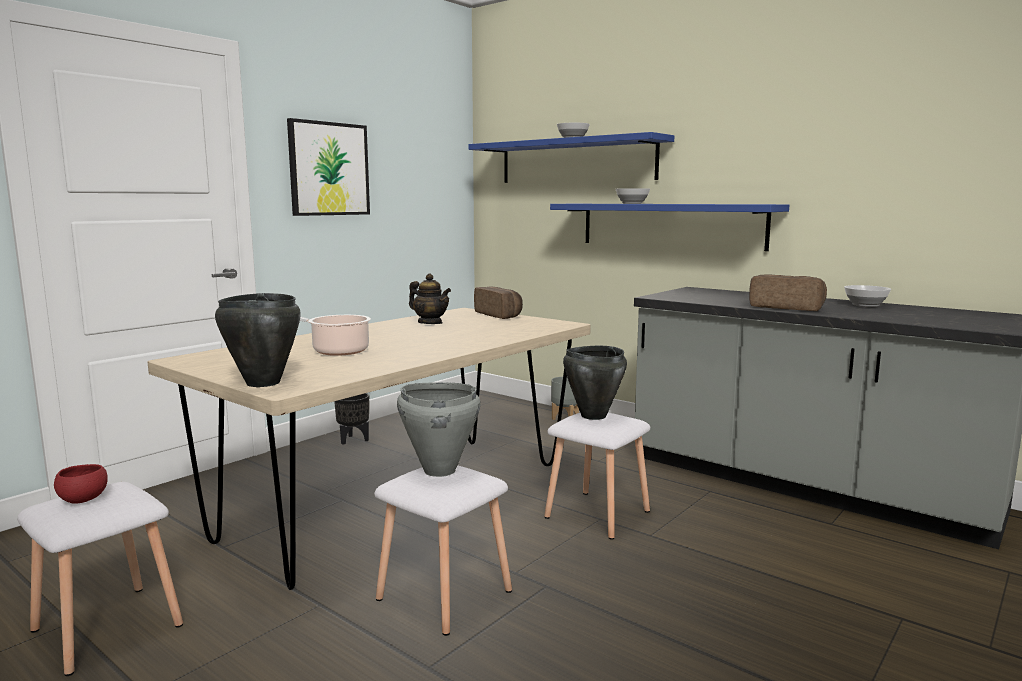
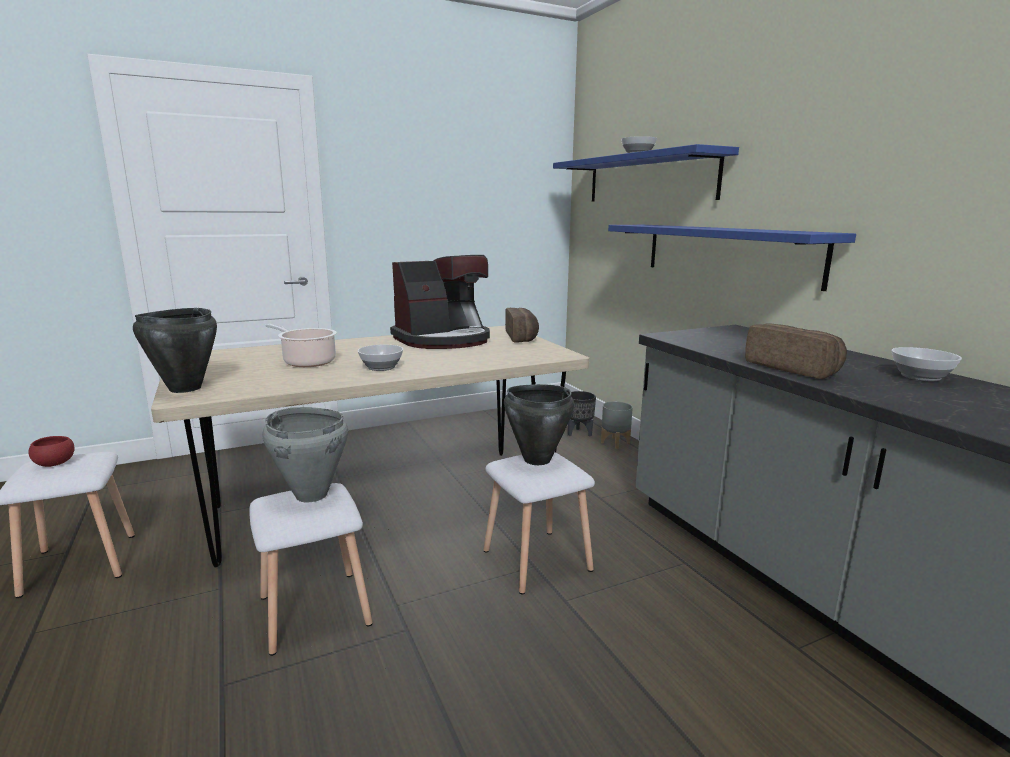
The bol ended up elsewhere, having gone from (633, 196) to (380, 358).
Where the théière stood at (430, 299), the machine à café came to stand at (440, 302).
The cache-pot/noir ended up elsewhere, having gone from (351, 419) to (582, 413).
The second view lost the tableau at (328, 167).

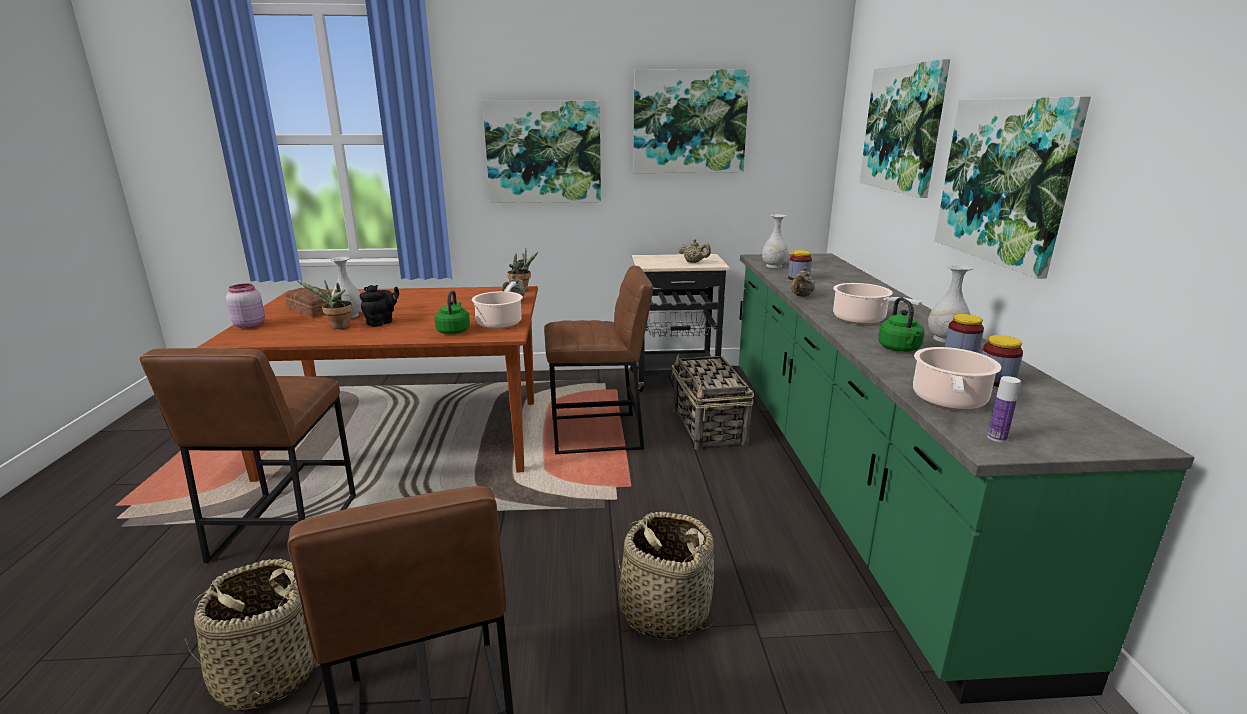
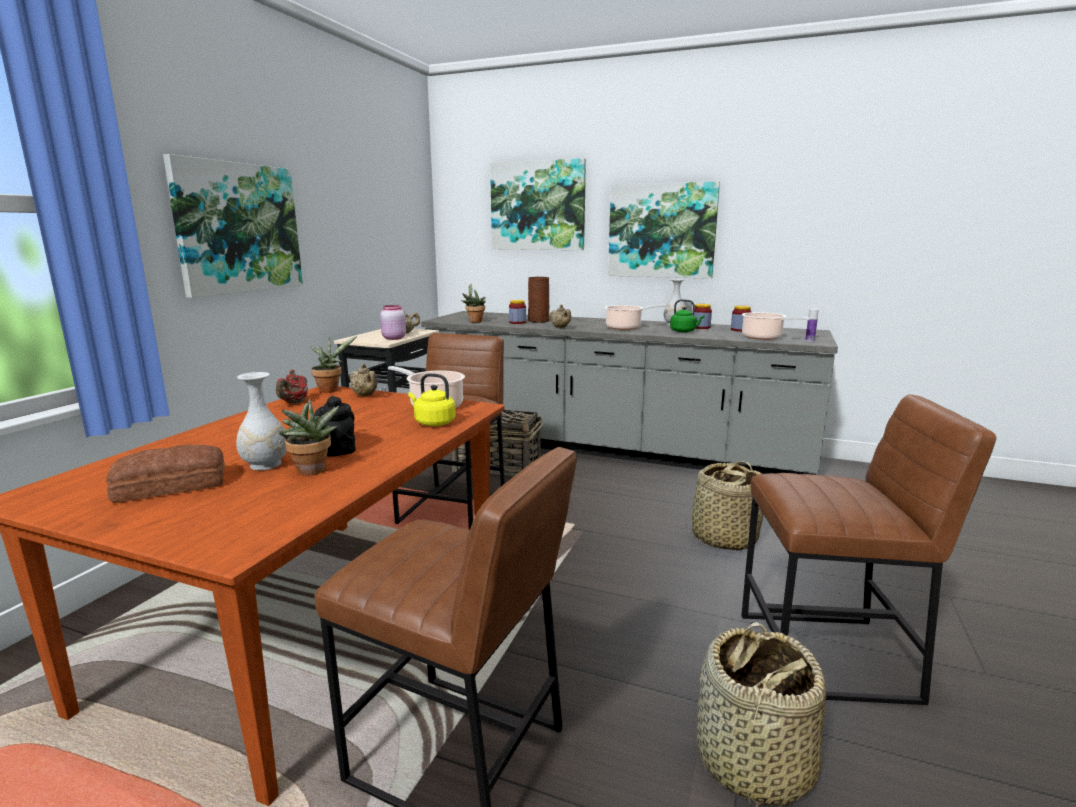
The second view gained the théière/rouge at (292, 386).
The bocal/rose ended up elsewhere, having gone from (245, 306) to (393, 322).
What was the bouilloire/vert at (452, 312) turned into the bouilloire/jaune at (432, 399).
What was the comptoir de cuisine/vert at (966, 478) turned into the comptoir de cuisine/gris at (629, 393).
Where the vase/blanc stood at (775, 241), the plante en pot came to stand at (473, 303).
The second view gained the vase/marron at (538, 300).
The second view lost the tableau at (691, 121).

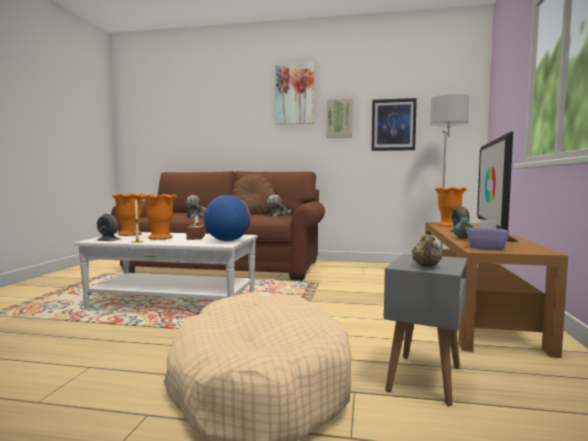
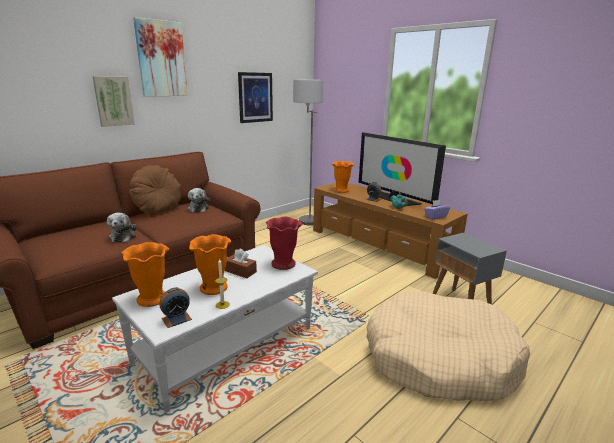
The tableau ended up elsewhere, having gone from (339, 118) to (113, 101).
Where the globe stood at (227, 218), the vase/rouge came to stand at (284, 243).
The second view lost the théière/beige at (427, 248).

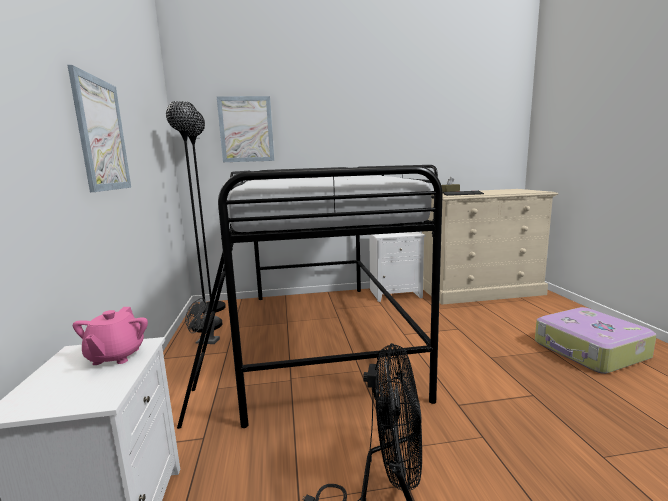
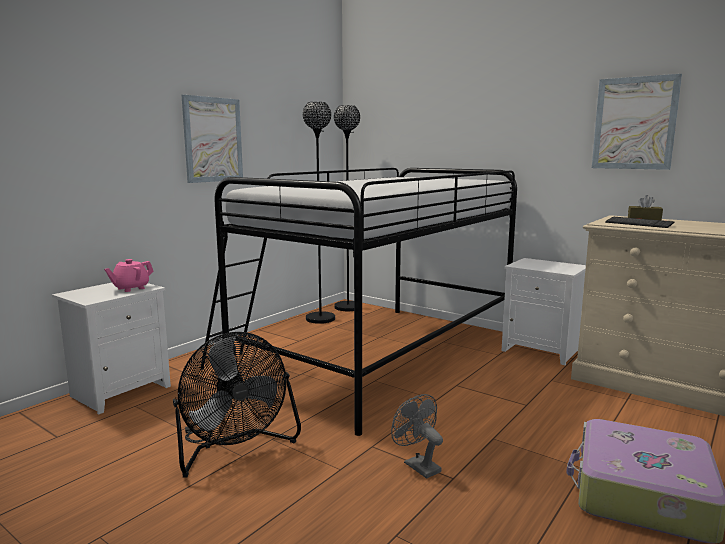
The ventilateur/gris ended up elsewhere, having gone from (202, 321) to (417, 436).
The tableau ended up elsewhere, having gone from (245, 129) to (637, 122).

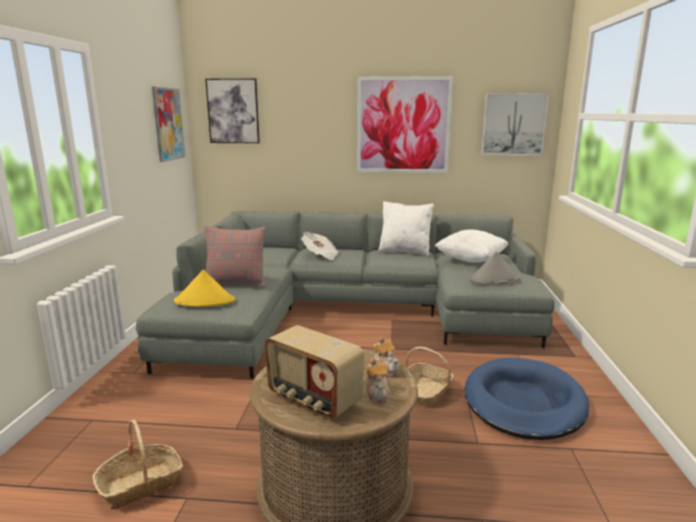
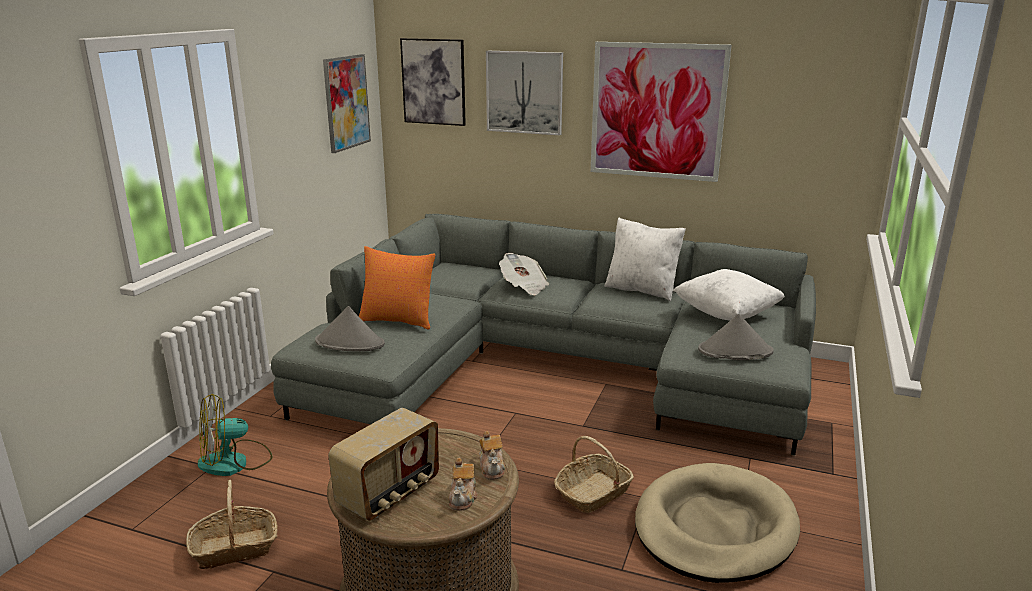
The second view gained the ventilateur at (235, 435).
What was the chapeau/jaune at (204, 288) turned into the chapeau/gris at (350, 328).
The radio at (314, 372) ended up facing another way, 105 degrees counterclockwise from before.
What was the coussin/gris at (235, 256) turned into the coussin/orange at (397, 288).
The tableau ended up elsewhere, having gone from (515, 124) to (524, 93).
What was the panier pour chien/bleu at (527, 399) turned into the panier pour chien/beige at (717, 523).

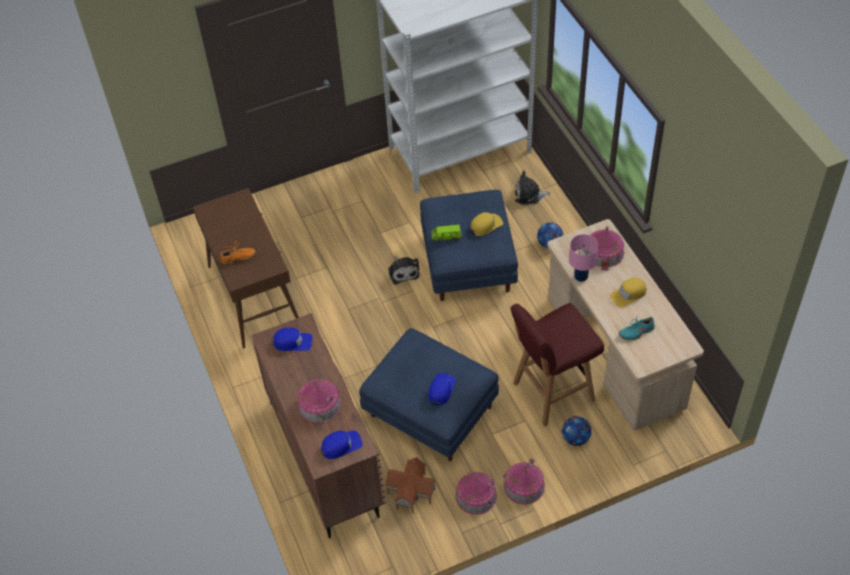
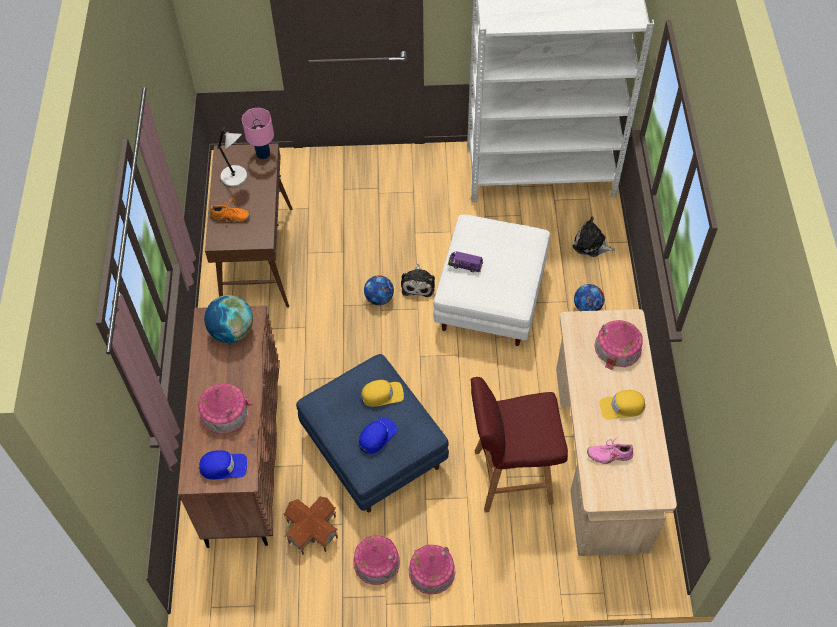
Where the casquette/bleu stood at (292, 339), the globe came to stand at (228, 319).
The second view gained the lampe de table/gris at (232, 157).
The lampe de table/rose ended up elsewhere, having gone from (583, 258) to (258, 133).
The casquette/jaune ended up elsewhere, having gone from (486, 224) to (382, 393).
The ballon de foot ended up elsewhere, having gone from (577, 431) to (379, 290).
What was the pouf/bleu at (469, 245) turned into the pouf/blanc at (491, 280).
What was the petite voiture/vert at (446, 233) turned into the petite voiture/violet at (465, 261).
What was the chaussure/turquoise at (637, 328) turned into the chaussure/rose at (610, 450).

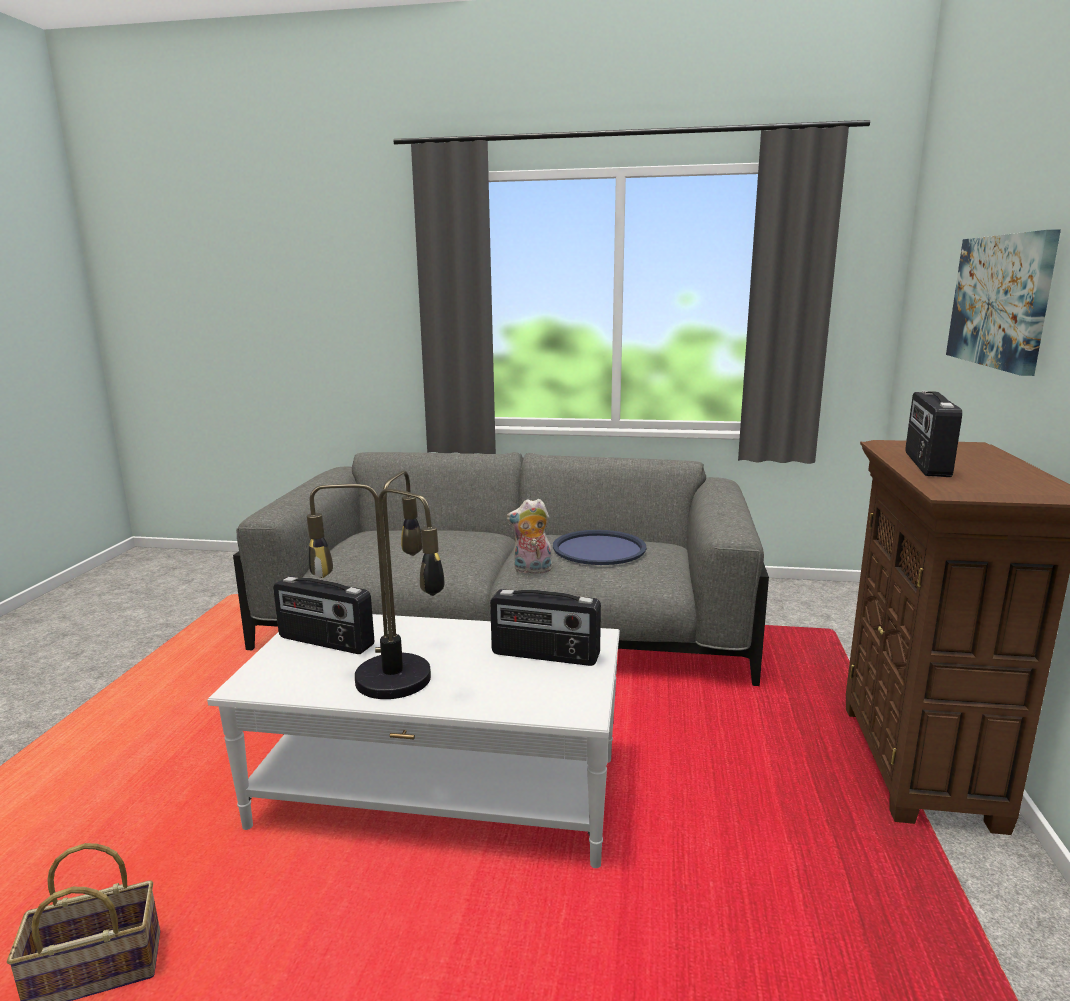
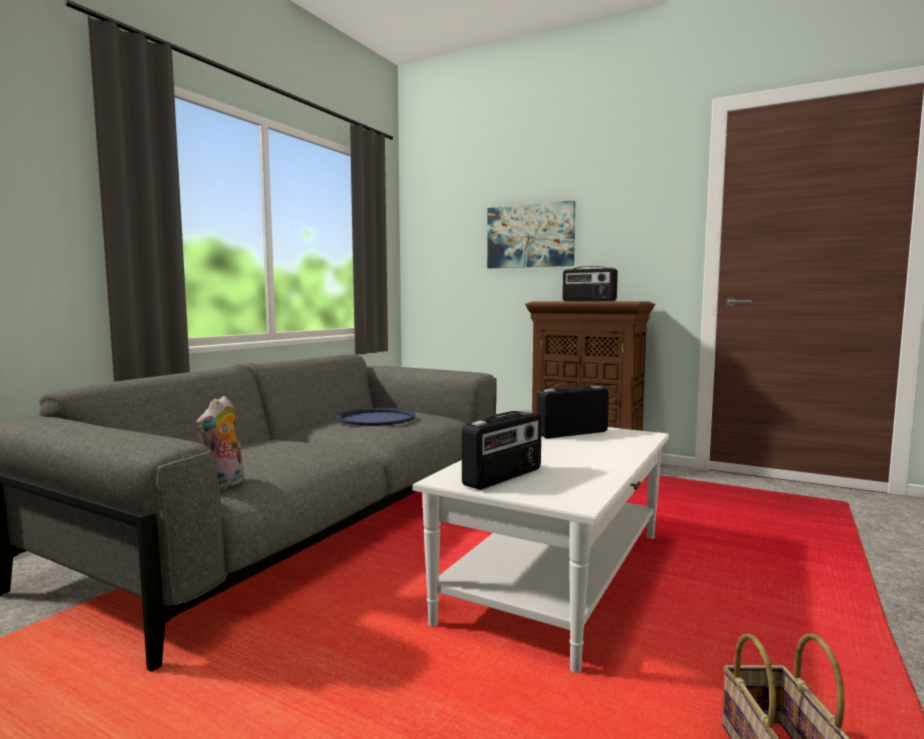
The peluche ended up elsewhere, having gone from (529, 536) to (219, 443).
The radio at (545, 627) ended up facing another way, 150 degrees counterclockwise from before.
The second view lost the lampe de table at (375, 584).

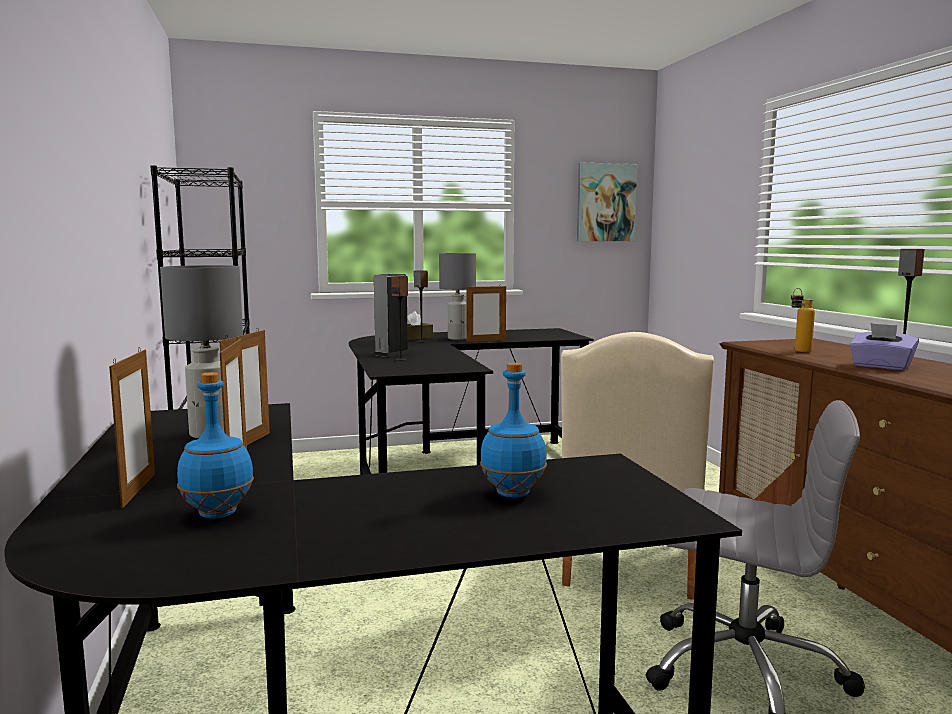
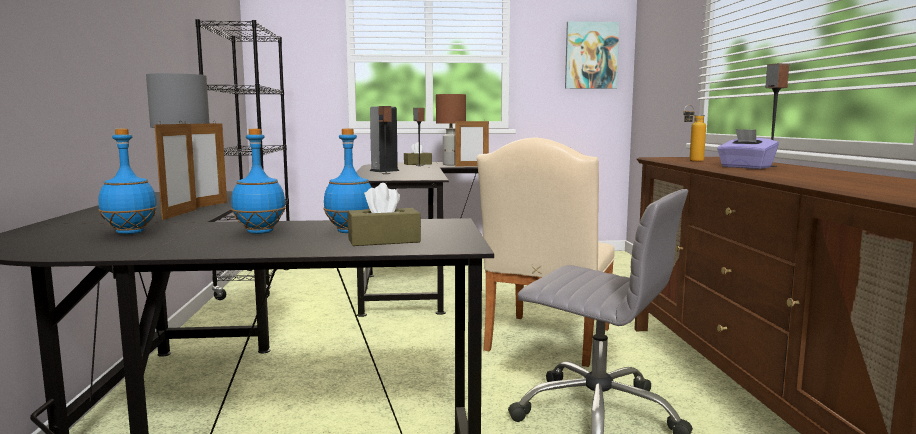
The second view gained the bouteille/bleu at (258, 181).
The second view gained the boîte à mouchoirs/marron at (384, 214).
What was the lampe de table/gris at (457, 296) turned into the lampe de table/marron at (451, 129).
The second view lost the cadre photo at (132, 427).

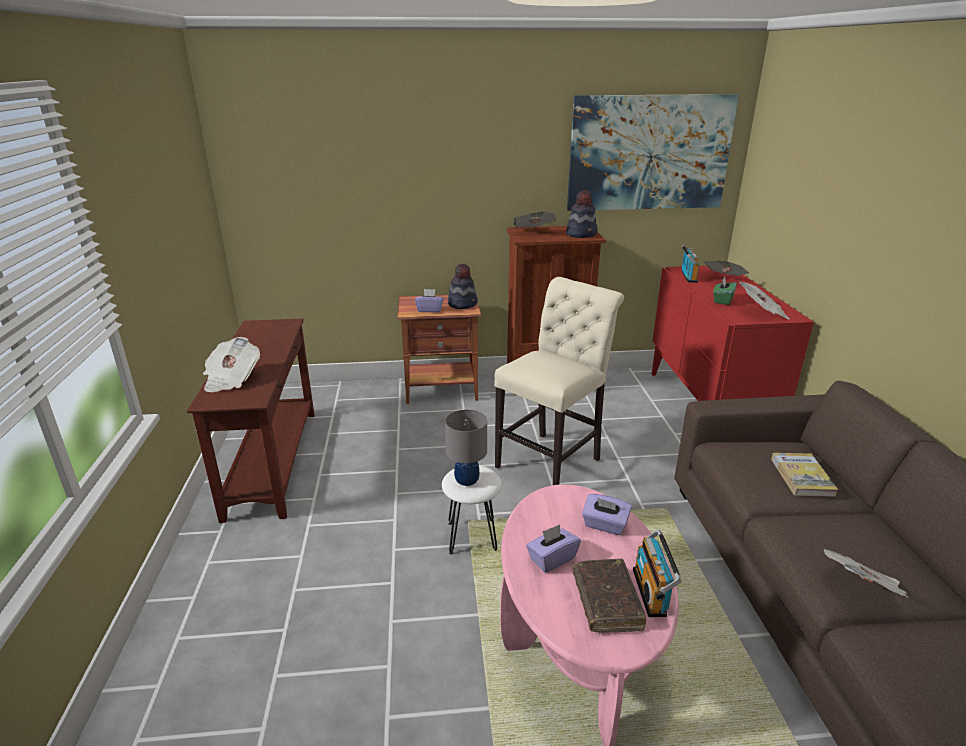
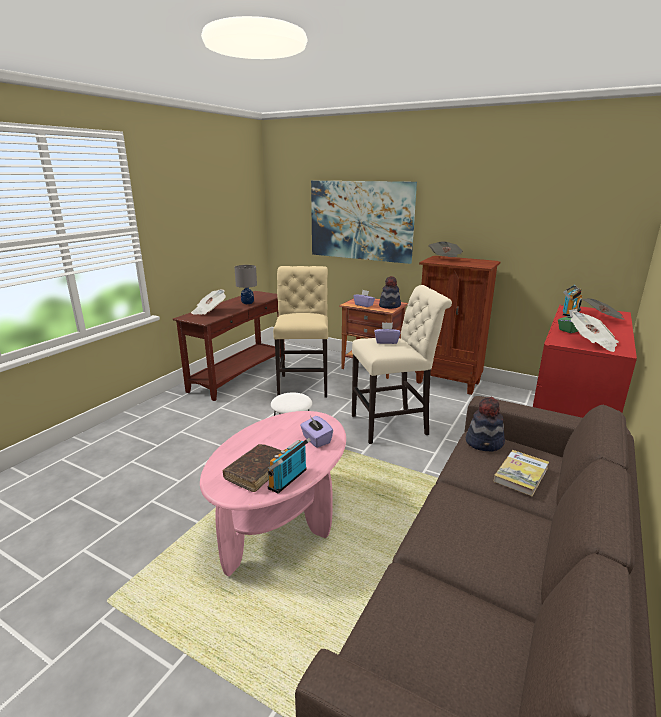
The lampe de table/gris ended up elsewhere, having gone from (466, 448) to (245, 284).
The second view gained the tabouret/beige at (300, 332).
The tableau ended up elsewhere, having gone from (653, 152) to (364, 222).
The boîte à mouchoirs/violet ended up elsewhere, having gone from (553, 548) to (387, 333).
The chapeau ended up elsewhere, having gone from (582, 214) to (485, 424).
The second view lost the journal at (866, 573).

